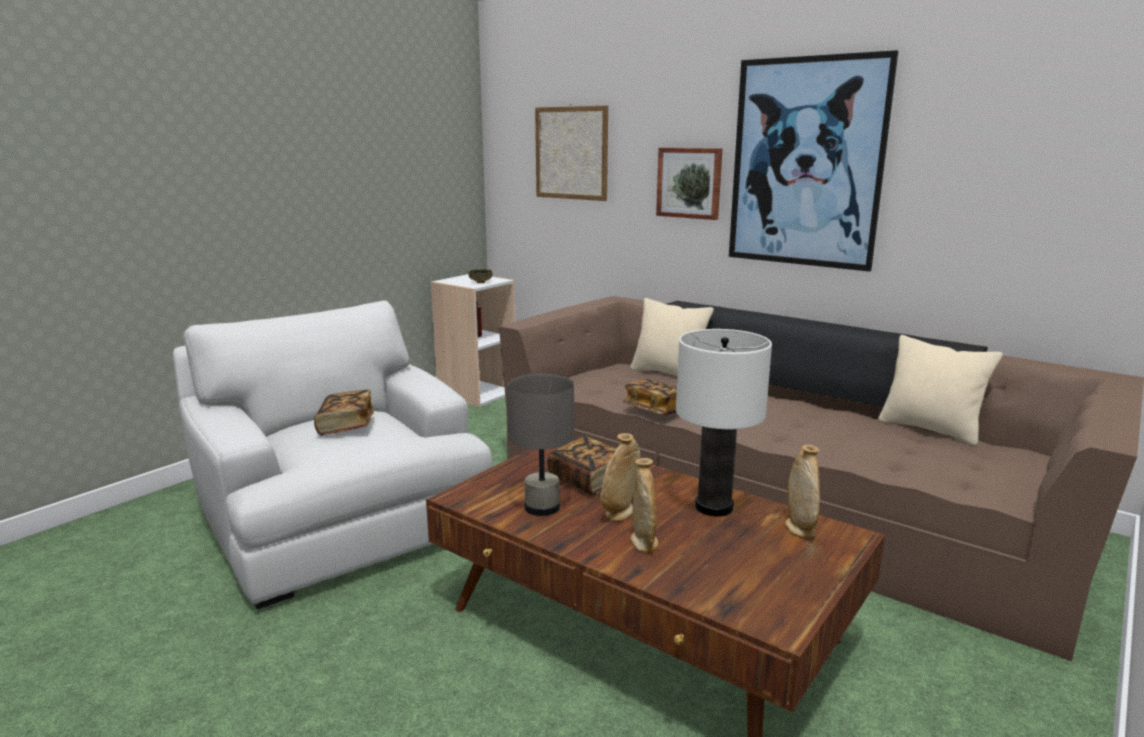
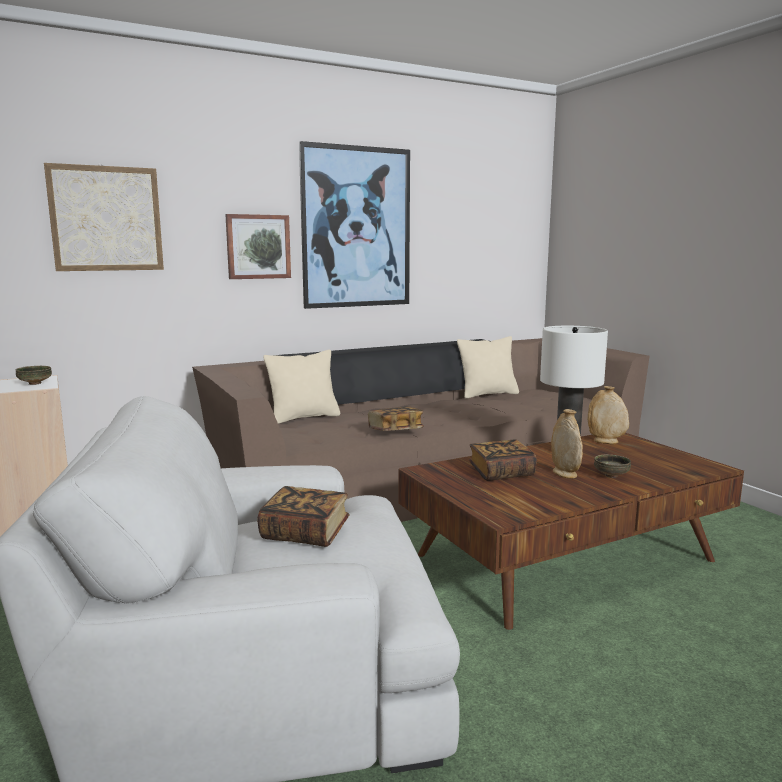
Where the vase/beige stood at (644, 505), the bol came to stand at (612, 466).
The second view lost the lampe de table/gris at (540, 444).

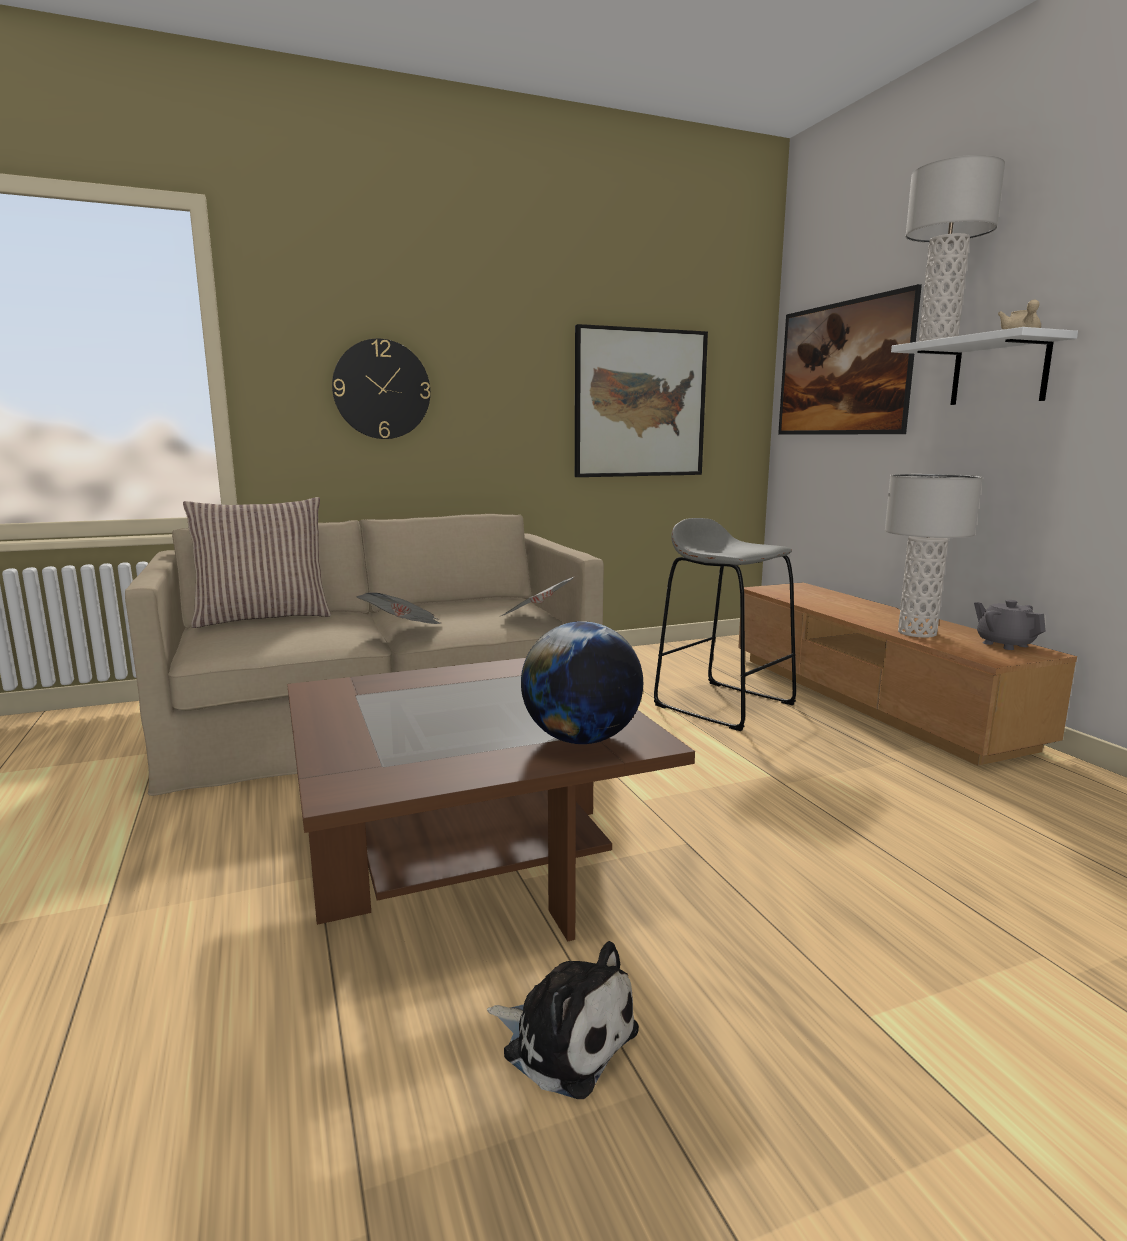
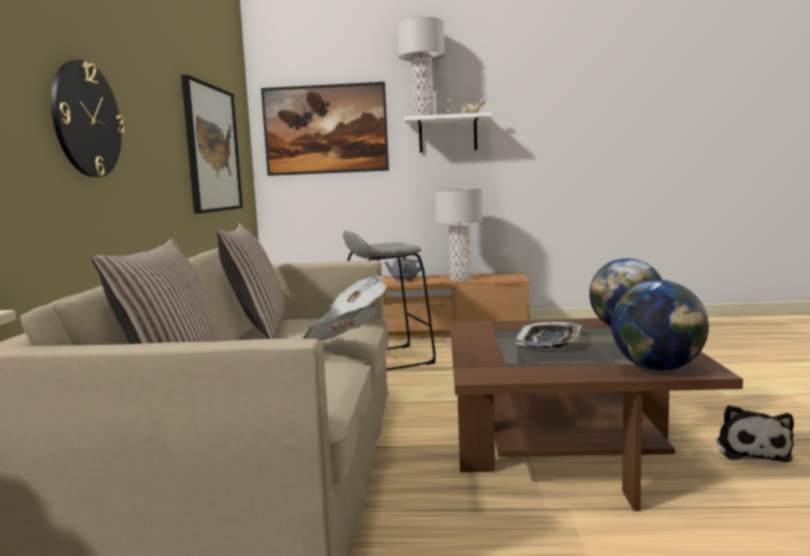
The second view gained the coussin at (251, 281).
The théière/gris ended up elsewhere, having gone from (1010, 625) to (403, 269).
The second view gained the plateau at (549, 334).
The second view gained the globe at (660, 325).
The peluche at (563, 1020) ended up facing another way, 135 degrees clockwise from before.

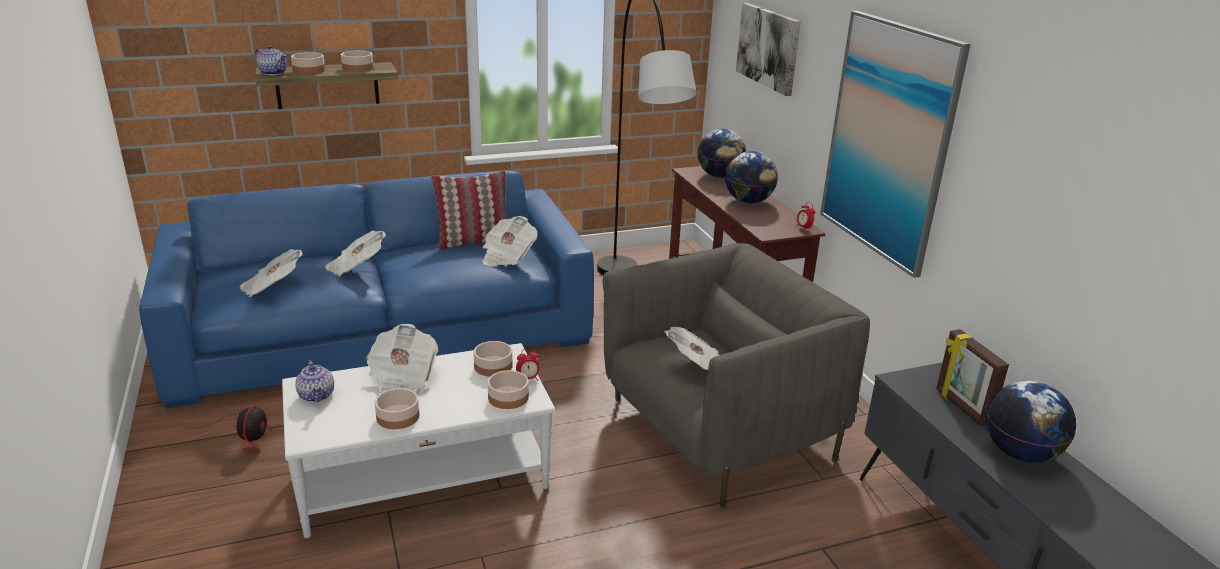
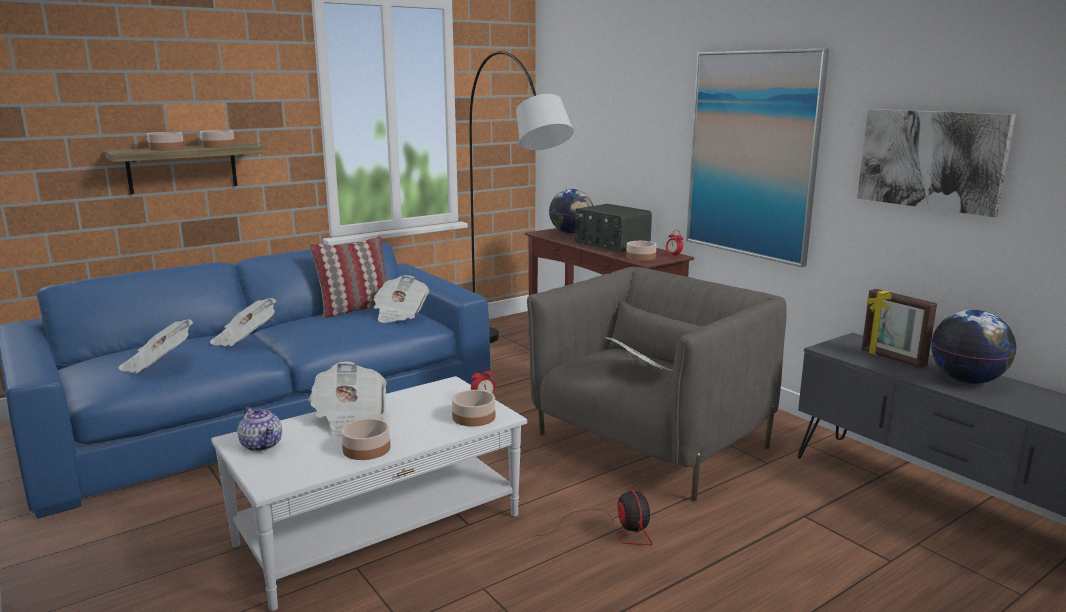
The ventilateur ended up elsewhere, having gone from (229, 430) to (594, 517).
Where the globe stood at (751, 177), the radio came to stand at (613, 228).
The bol ended up elsewhere, having gone from (493, 359) to (641, 251).
The tableau ended up elsewhere, having gone from (768, 49) to (936, 163).
The second view lost the théière at (271, 60).

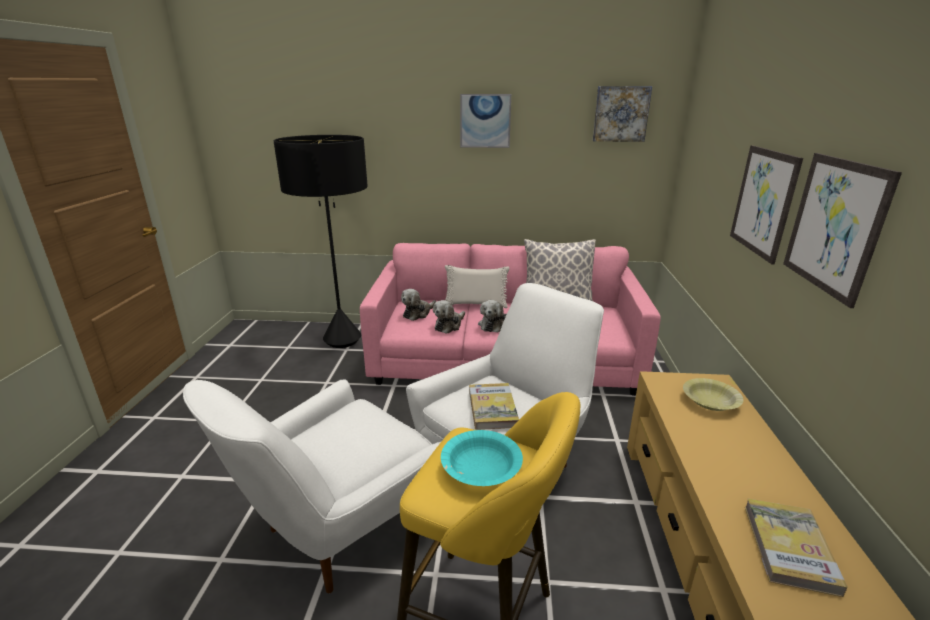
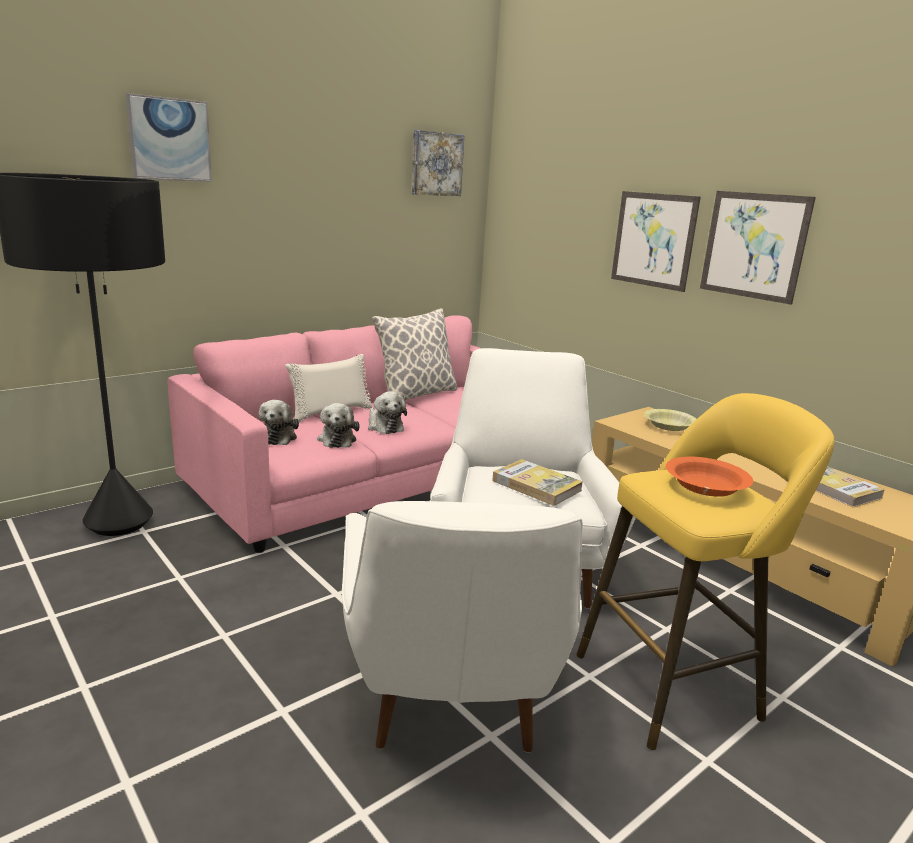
The tableau ended up elsewhere, having gone from (485, 121) to (169, 137).
What was the bol/turquoise at (482, 458) turned into the bol/orange at (709, 477).

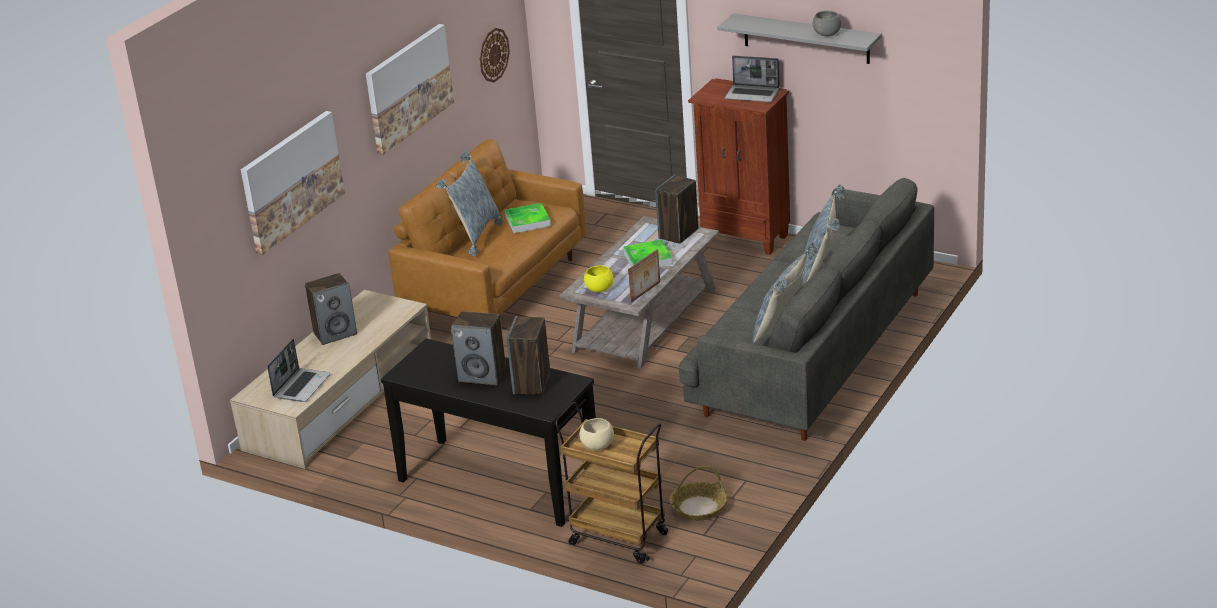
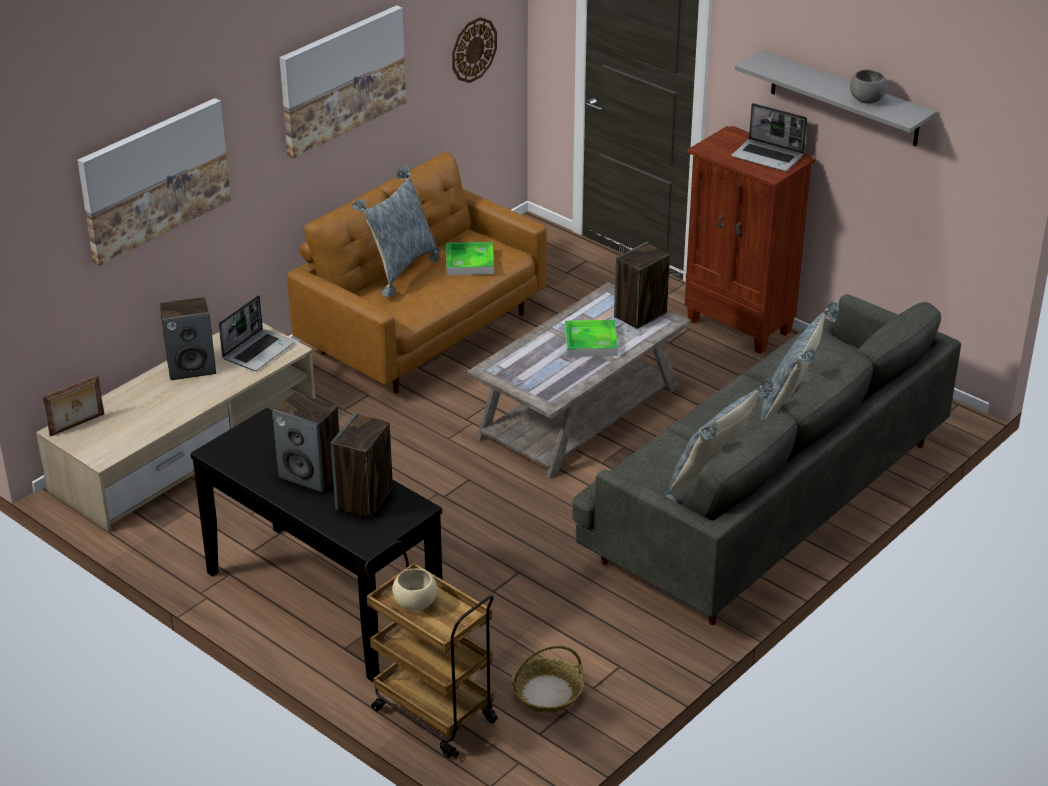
The cadre photo ended up elsewhere, having gone from (644, 275) to (73, 405).
The ordinateur portable ended up elsewhere, having gone from (299, 370) to (257, 333).
The second view lost the bol/jaune at (598, 278).

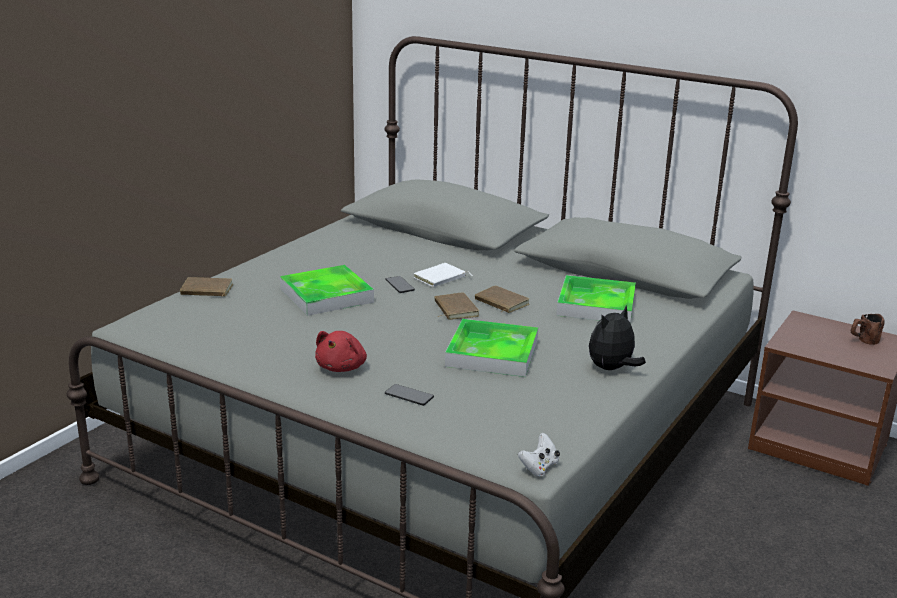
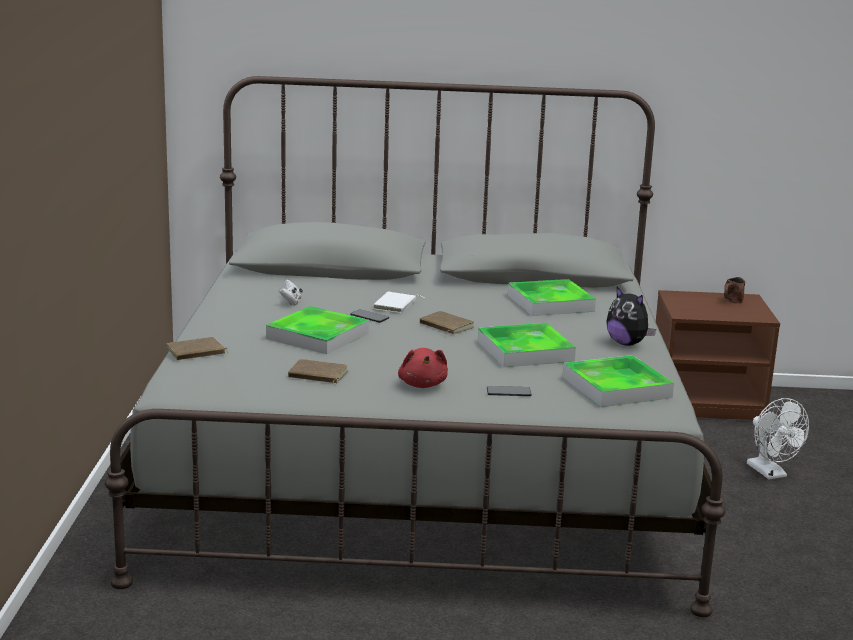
The manette/blanc ended up elsewhere, having gone from (539, 455) to (291, 292).
The livre/marron ended up elsewhere, having gone from (502, 299) to (318, 371).
The second view gained the plateau at (618, 381).
The peluche at (617, 337) ended up facing another way, 60 degrees counterclockwise from before.
The second view gained the ventilateur/blanc at (778, 438).

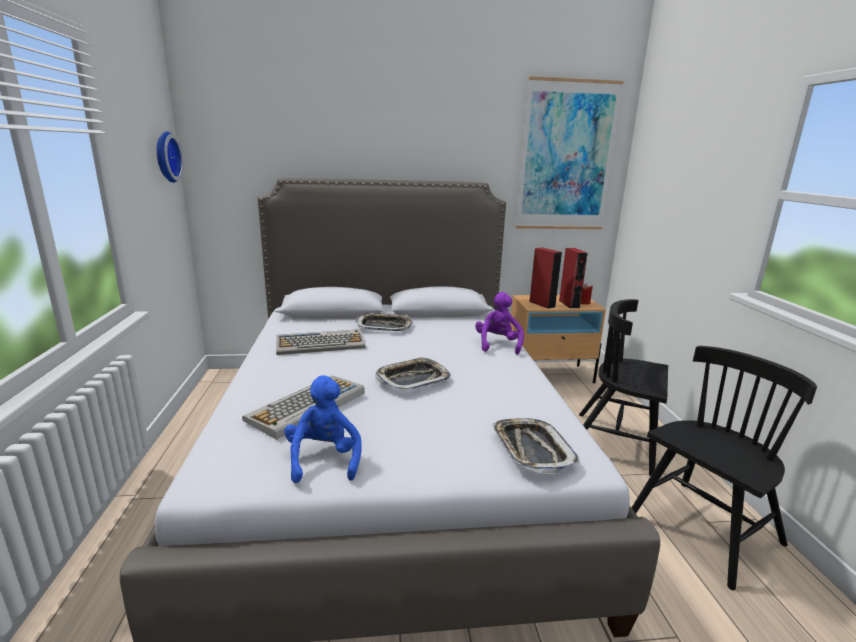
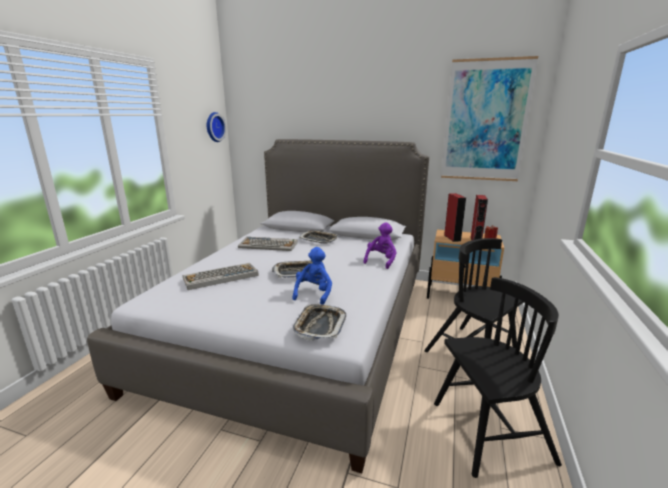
The peluche/bleu ended up elsewhere, having gone from (323, 429) to (312, 276).

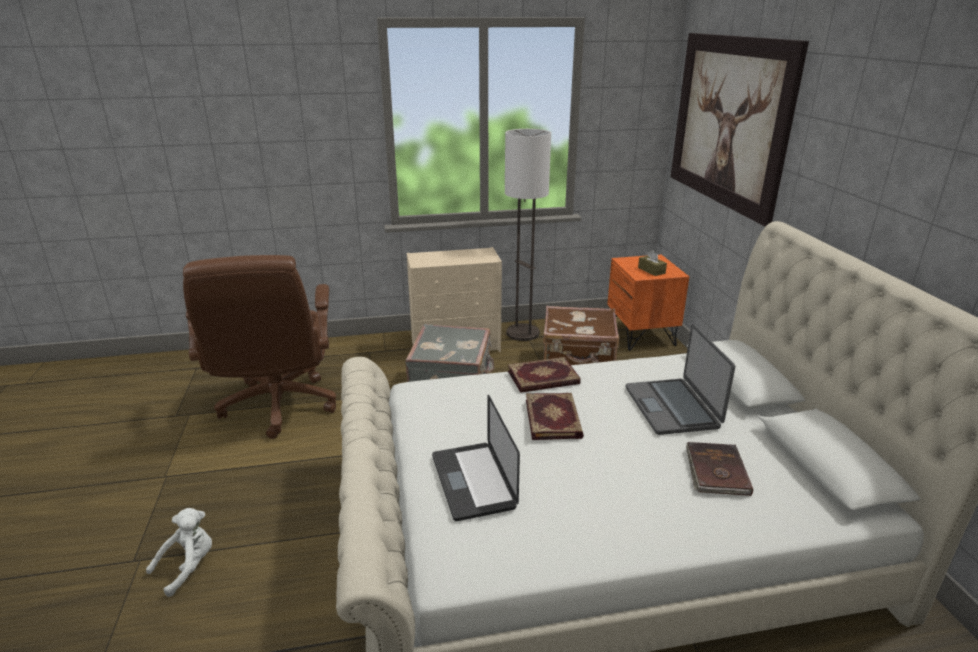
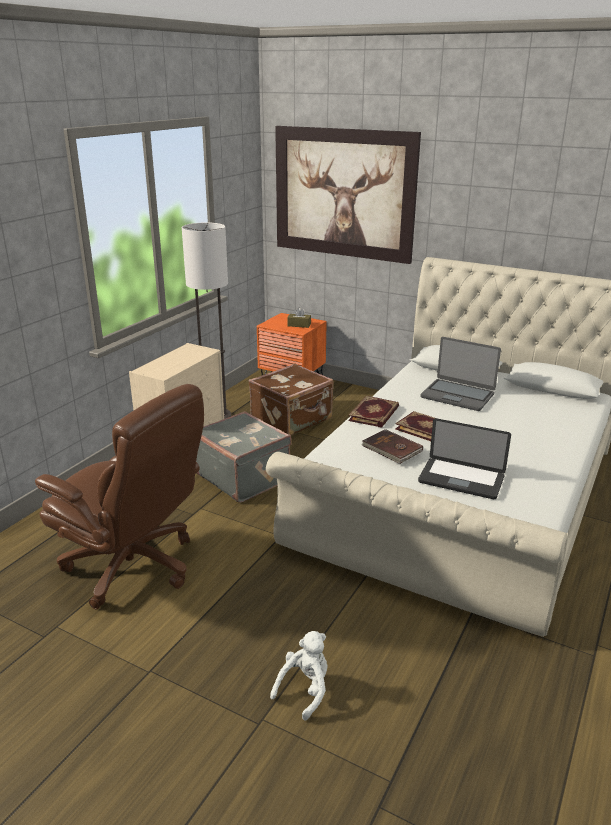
The peluche/blanc at (179, 552) ended up facing another way, 45 degrees clockwise from before.
The livre/marron ended up elsewhere, having gone from (719, 469) to (392, 446).

